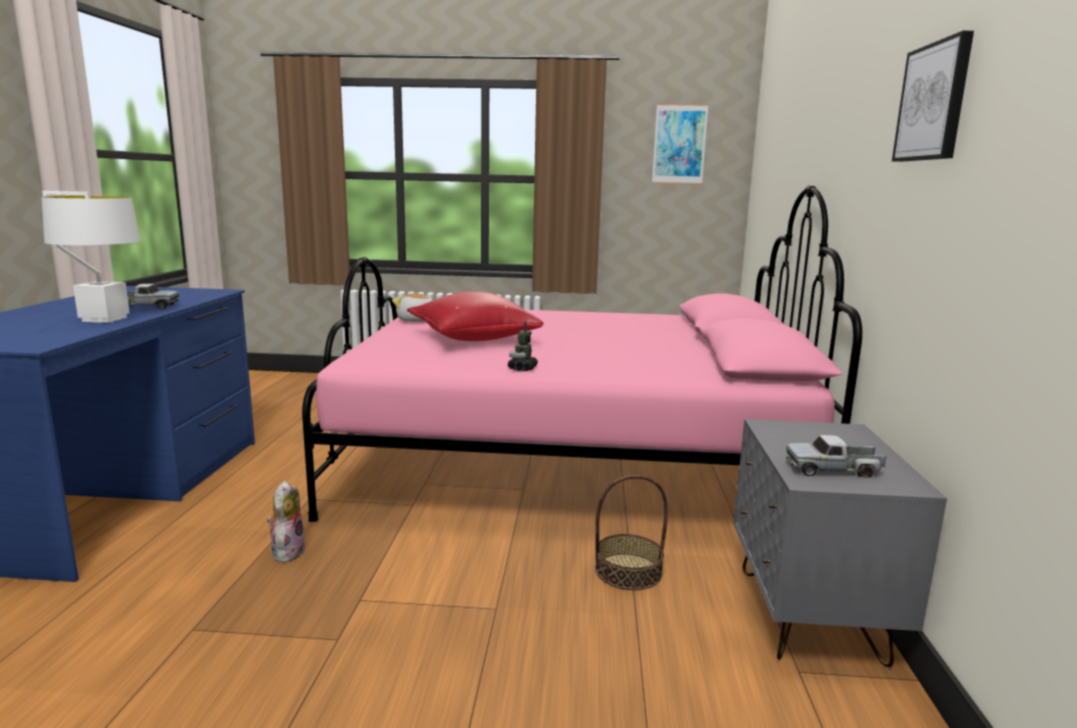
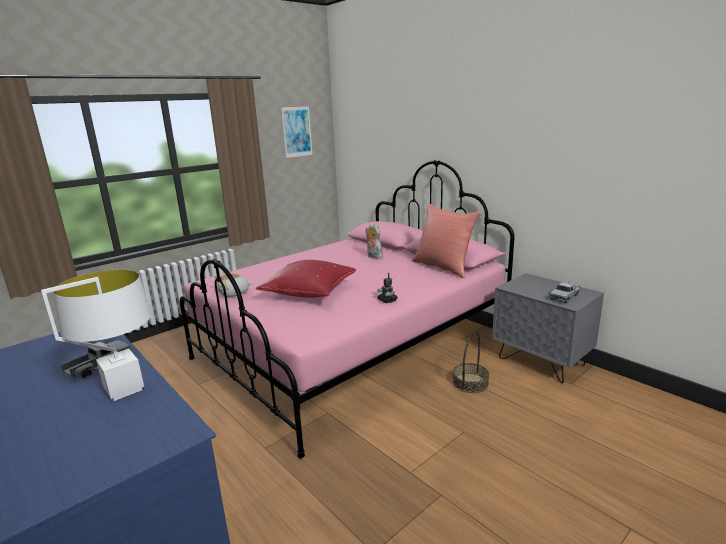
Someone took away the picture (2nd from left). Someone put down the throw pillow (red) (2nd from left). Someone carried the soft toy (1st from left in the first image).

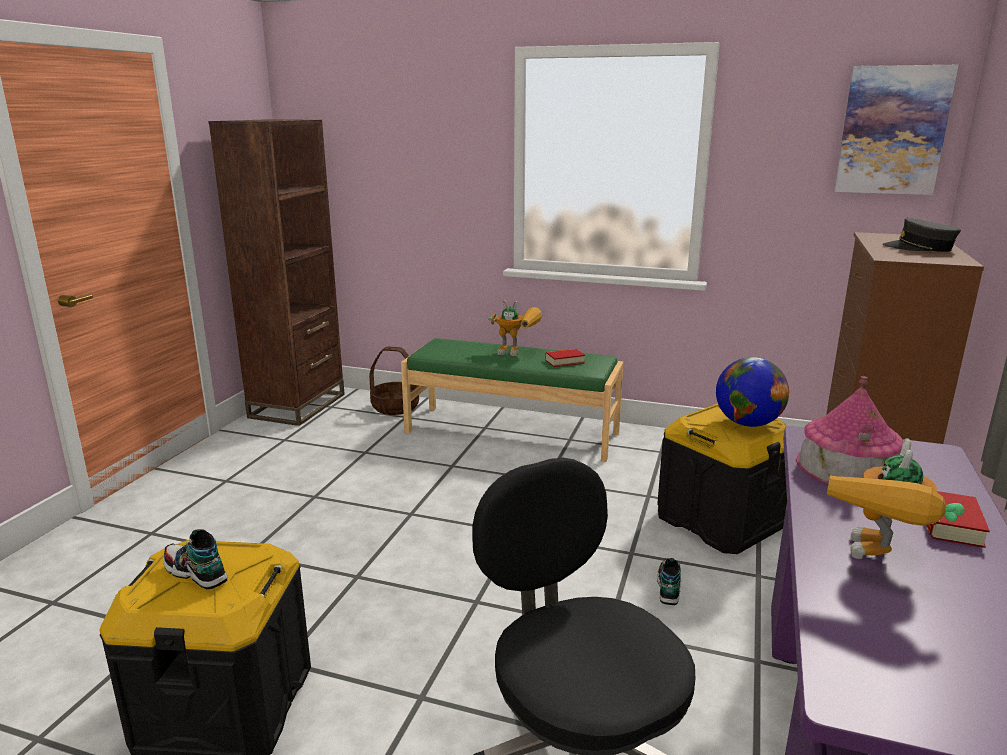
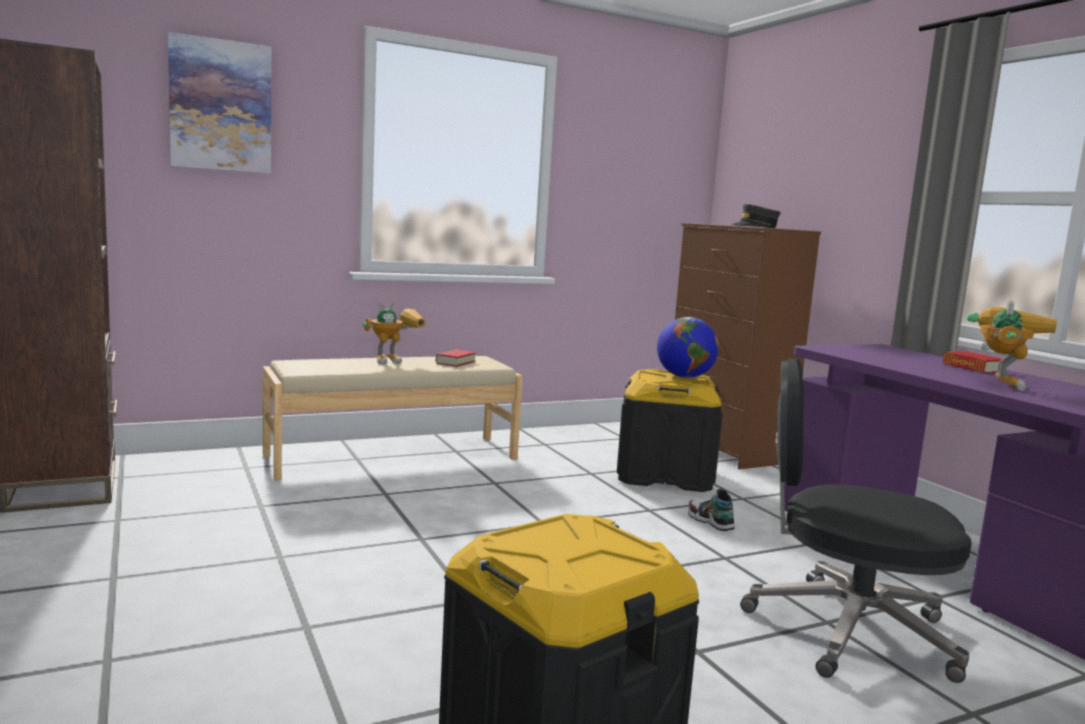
Someone took away the low shoe (1st from left). Someone took away the storage basket. Someone took away the miniature house. Someone carried the picture. Someone repainted the indoor bench (green), which became the indoor bench (beige-coloured). Someone rotated the robot figure (2nd from left) by 135 degrees counterclockwise.

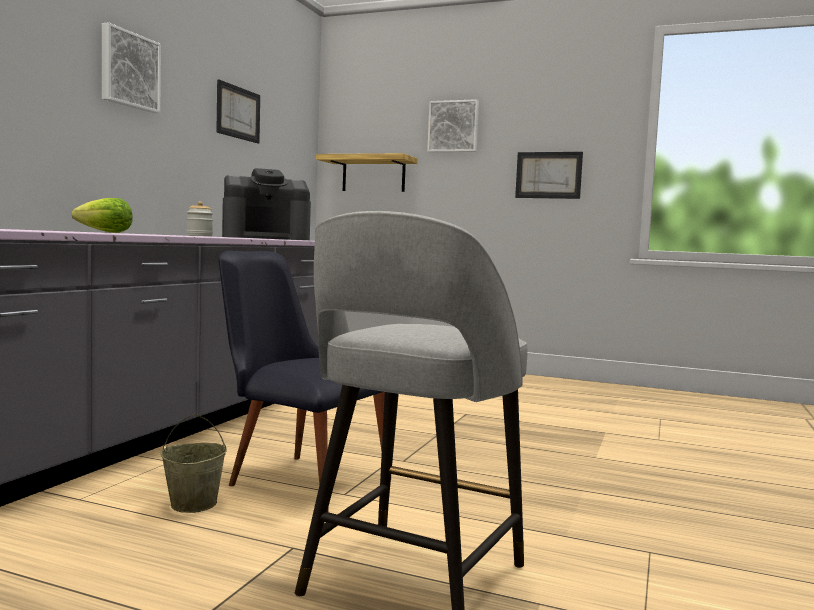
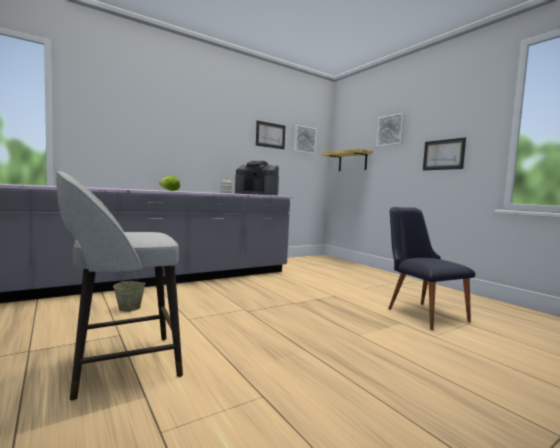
Someone carried the picture (1st from left in the first image). Someone carried the upright chair (black-coloured).

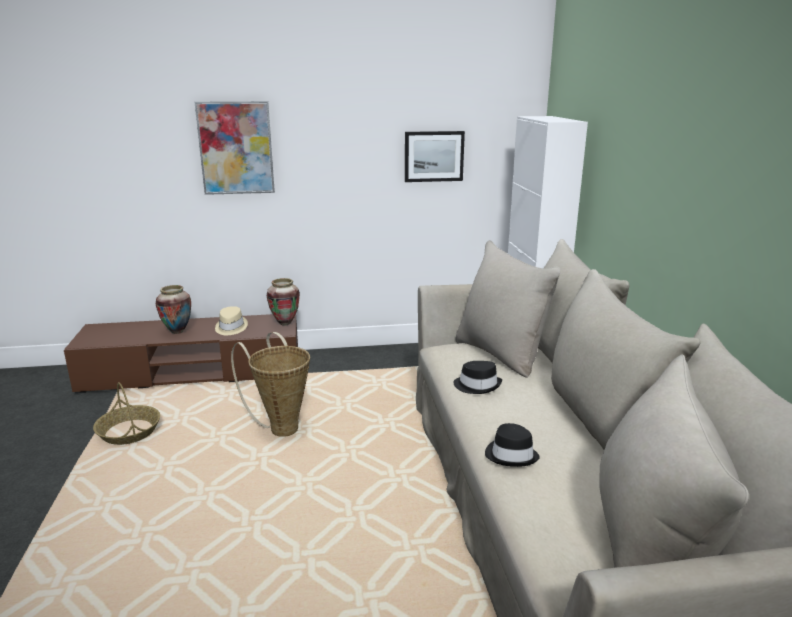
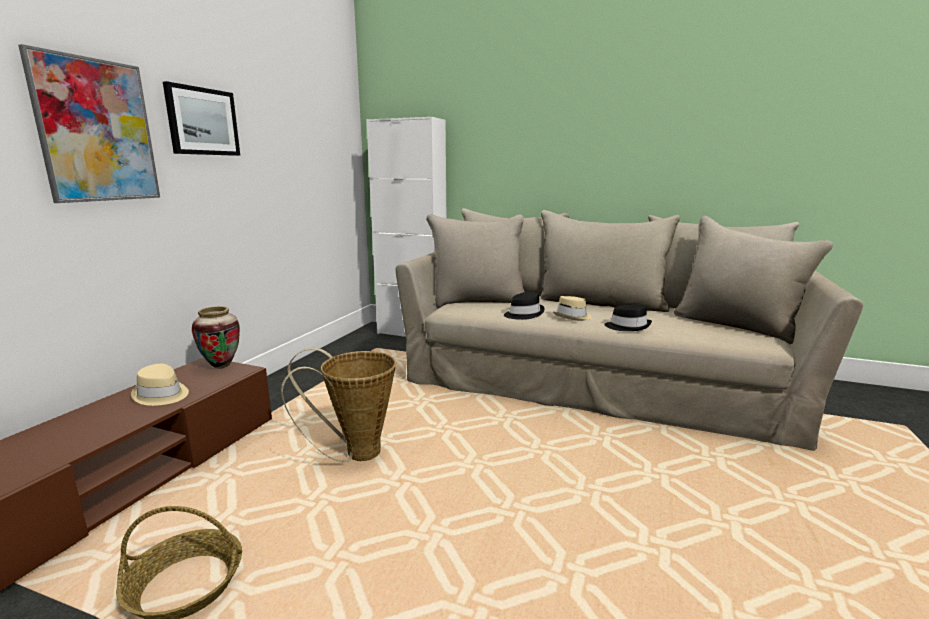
Someone took away the flower vase (1st from left). Someone put down the hat (beige-coloured) (2nd from left). Someone carried the picture (2nd from left).

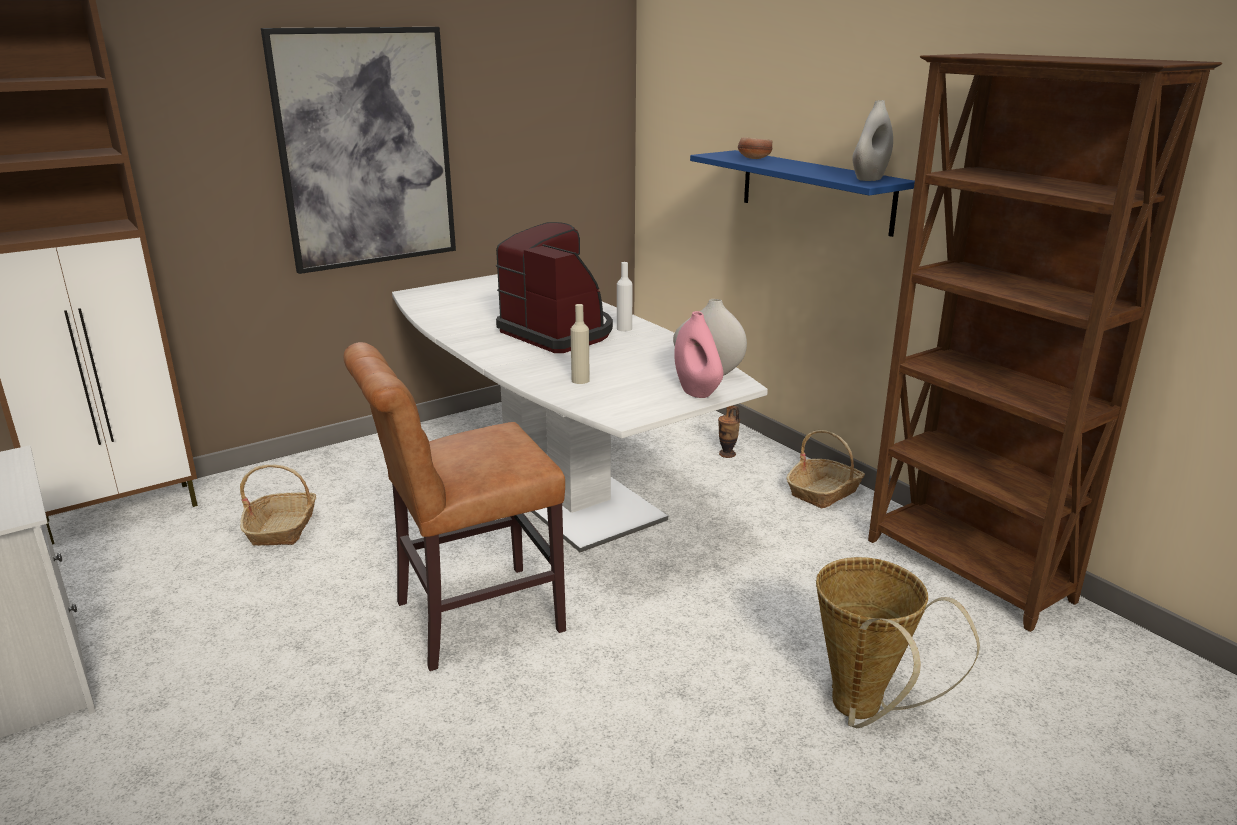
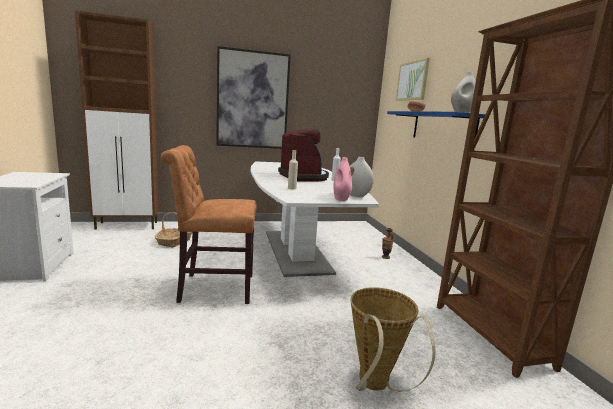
Someone took away the storage basket (2nd from left). Someone put up the picture (2nd from left).

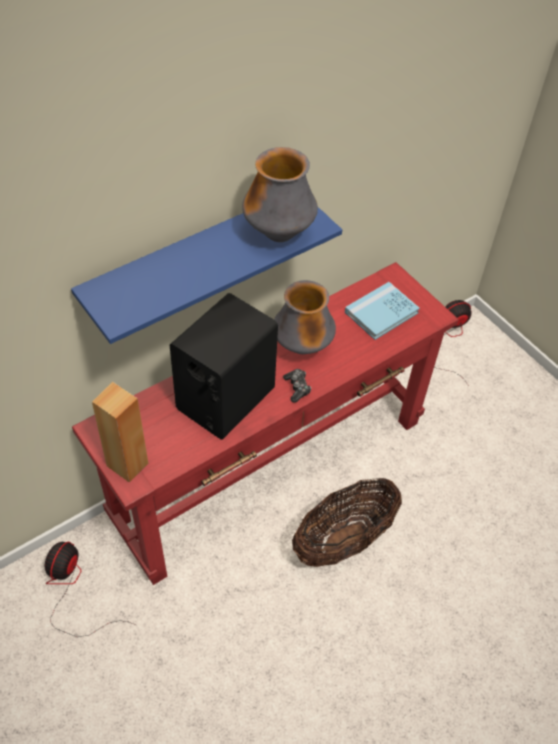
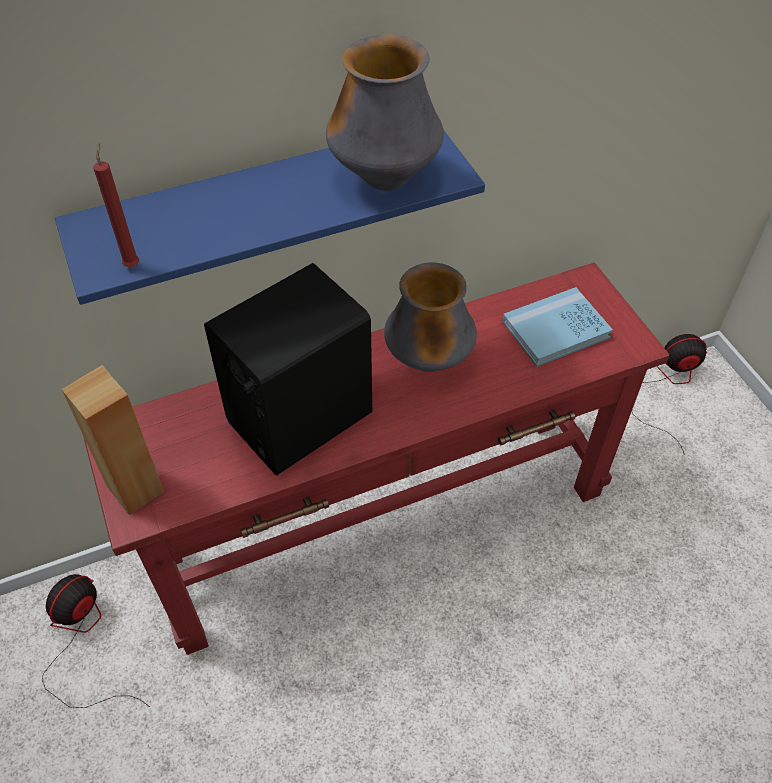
Someone took away the gamepad. Someone took away the storage basket. Someone put down the wax light (red).

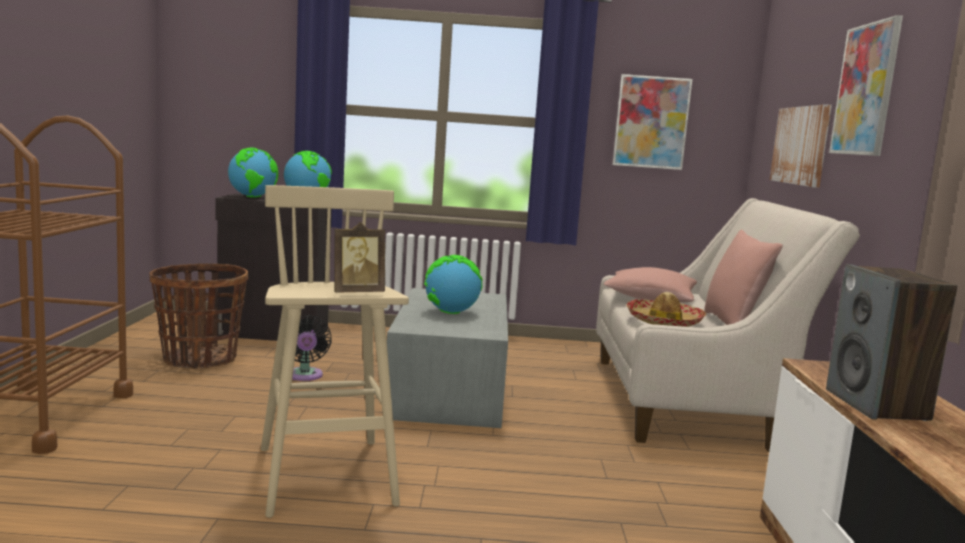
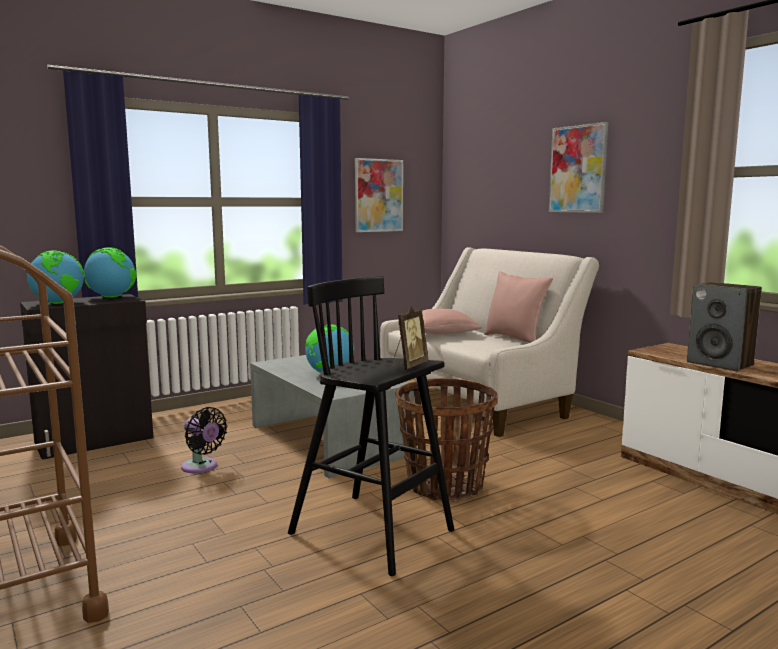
Someone took away the hat. Someone took away the picture (2nd from left). Someone carried the storage basket. Someone repainted the stool seat (beige-coloured), which became the stool seat (black-coloured).

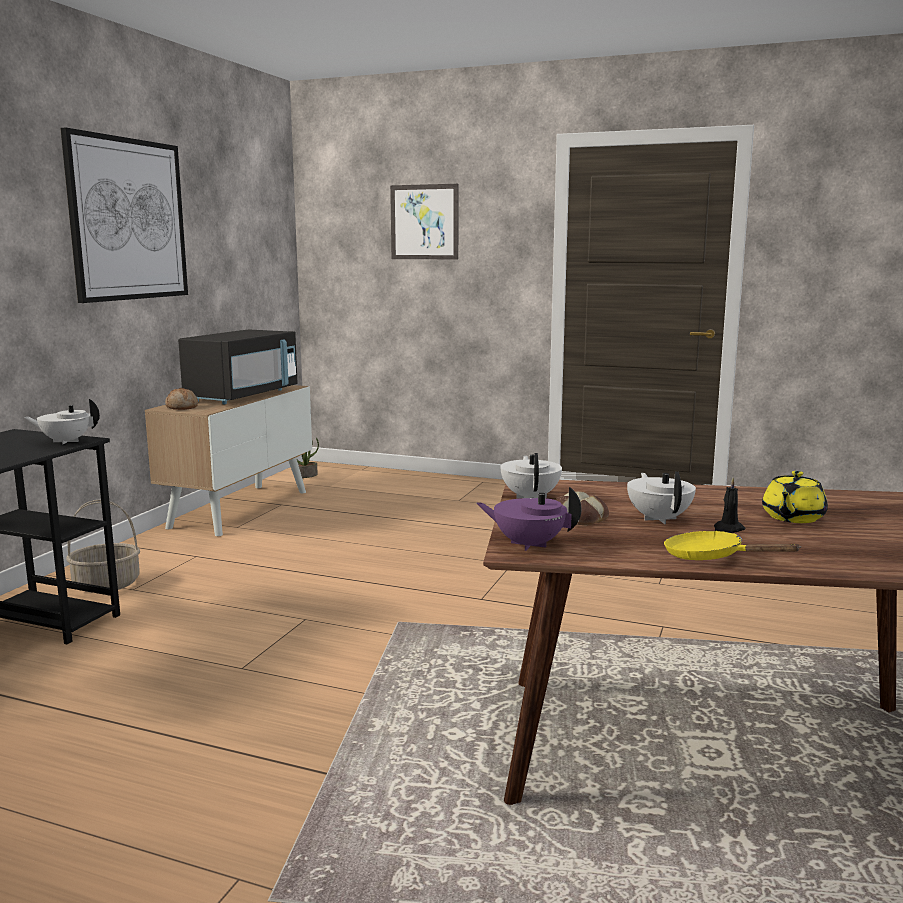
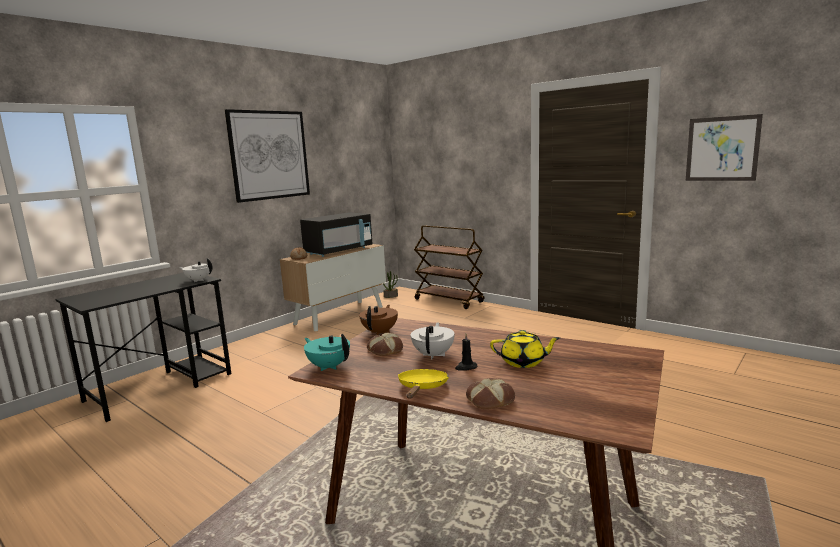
Someone took away the storage basket. Someone put down the cart (brownish). Someone put down the bread (3rd from left). Someone carried the picture (2nd from left). Someone repainted the teapot (purplish), which became the teapot (turquoise-coloured). Someone repainted the teapot (whitish) (2nd from left), which became the teapot (brownish). Someone rotated the pan (yellow) by 45 degrees clockwise. Someone rotated the teapot (yellow) by 135 degrees counterclockwise.

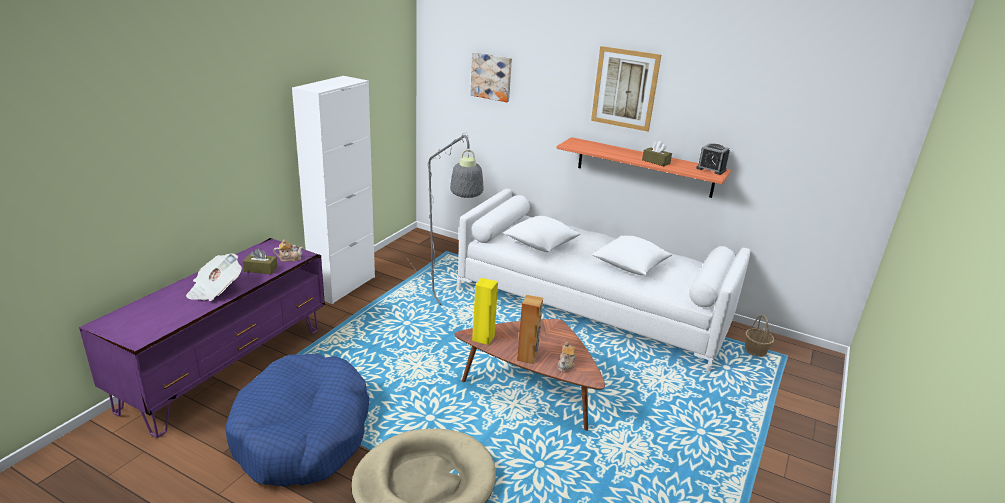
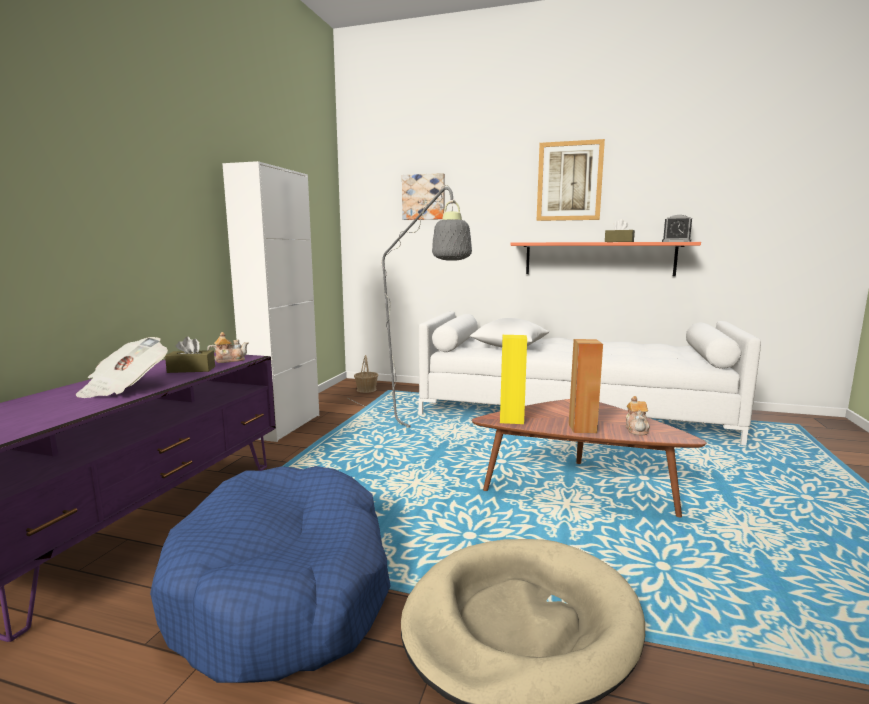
Someone took away the throw pillow (whitish) (2nd from left). Someone carried the storage basket.

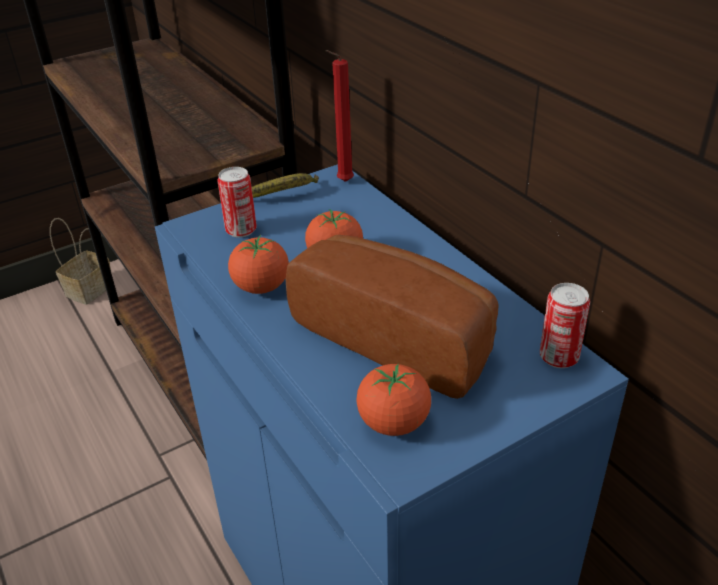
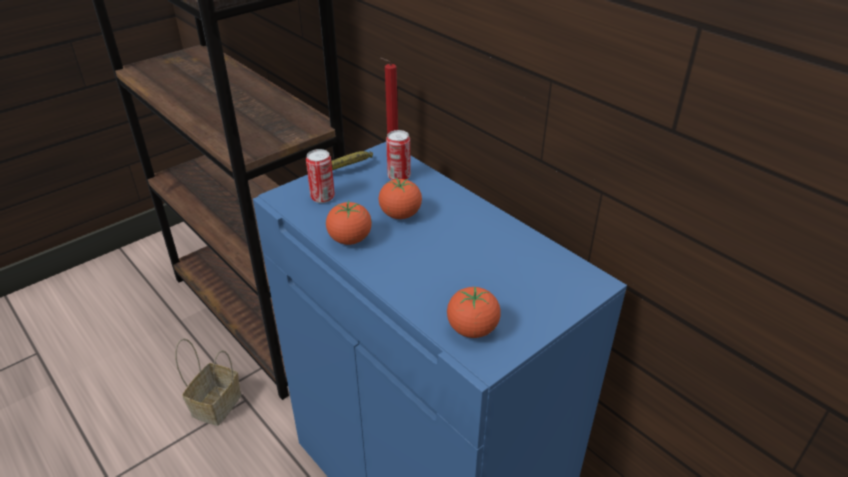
Someone took away the bread. Someone carried the storage basket. Someone carried the sealed can (2nd from left).

